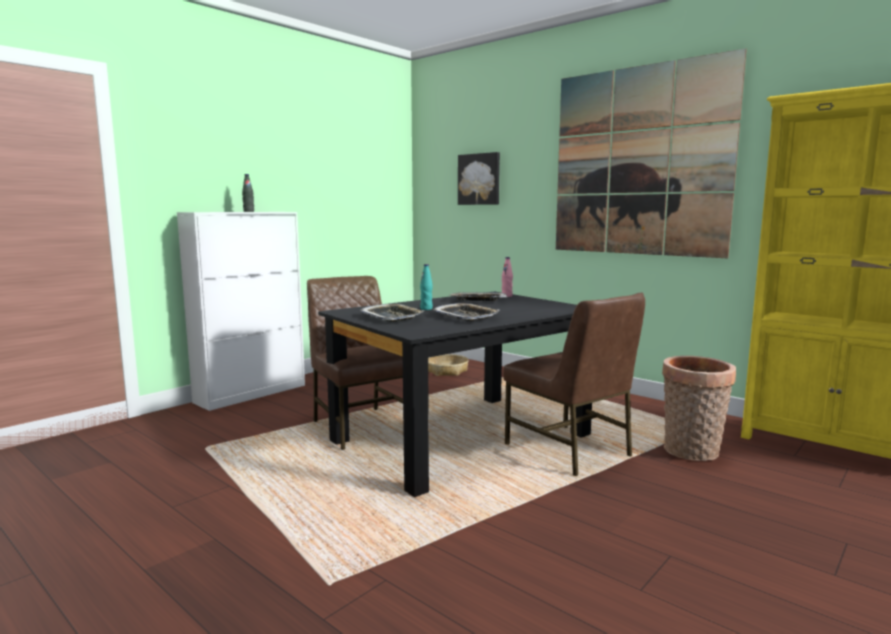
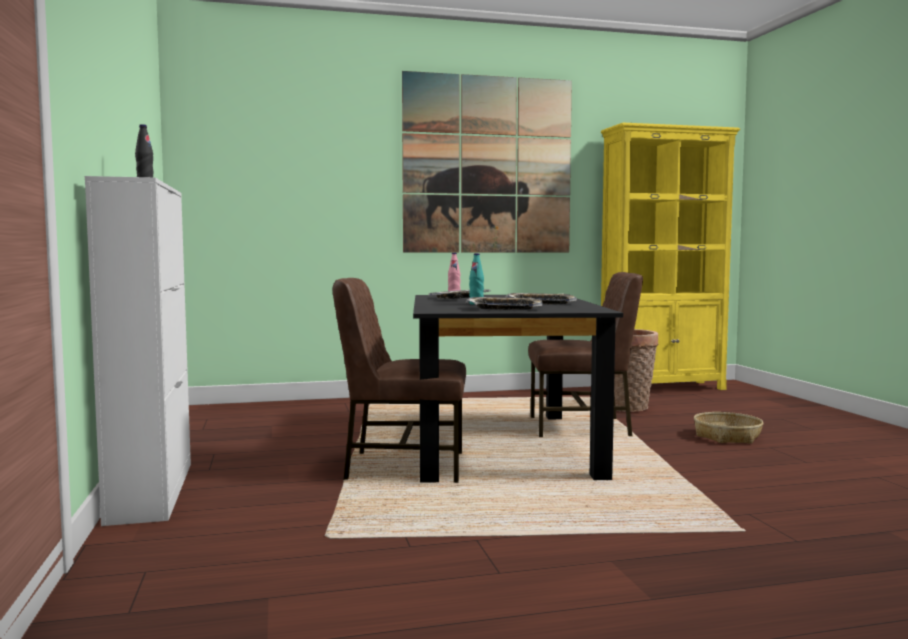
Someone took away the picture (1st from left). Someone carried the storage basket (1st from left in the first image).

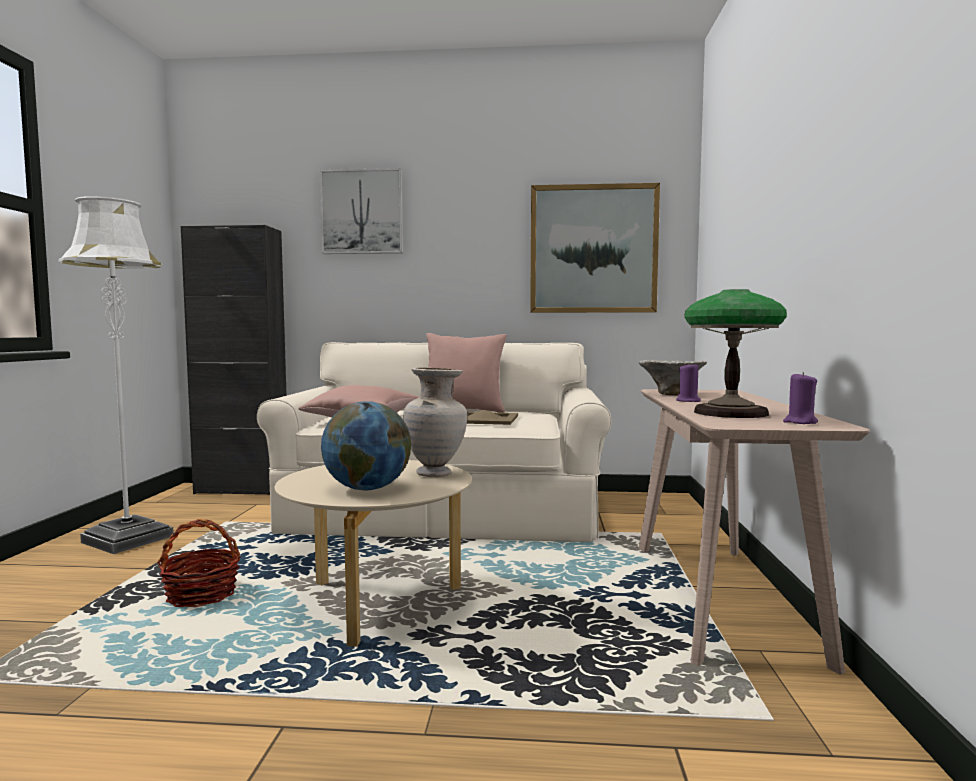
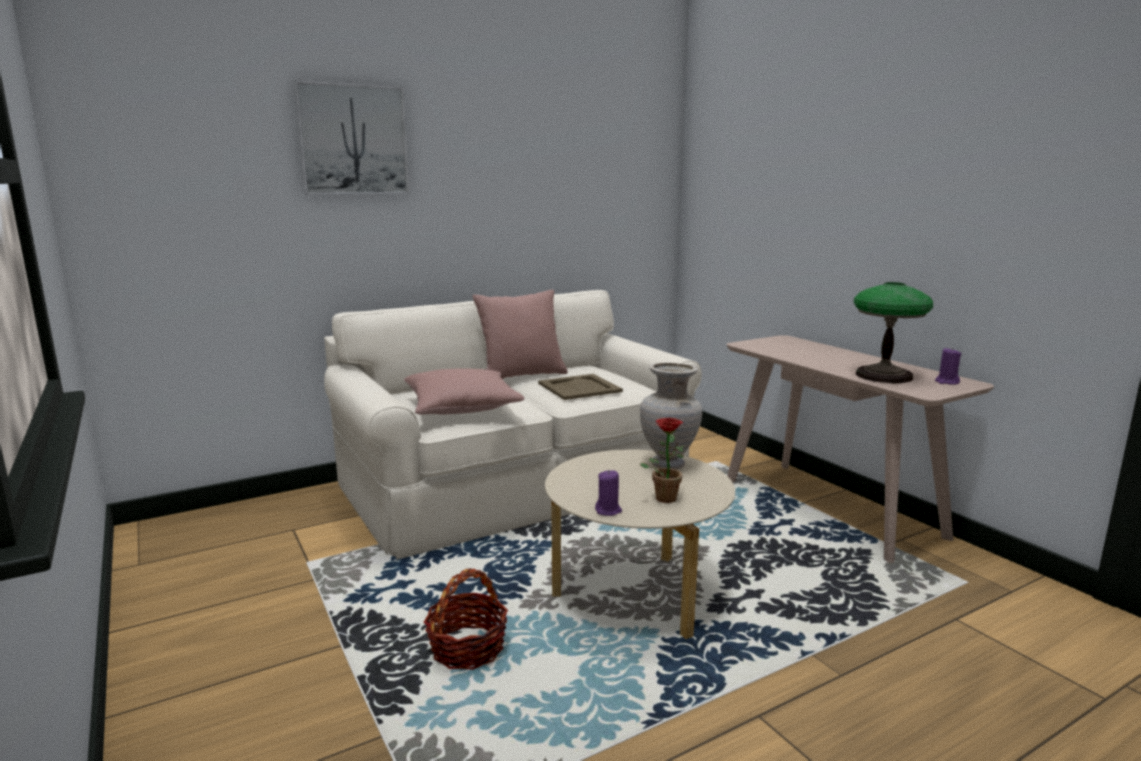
Someone took away the floor lamp (whitish). Someone took away the cabinet (black-coloured). Someone took away the picture (2nd from left). Someone took away the serving bowl. Someone carried the wax light (purplish) (1st from left). Someone swapped the globe for the potted plant.

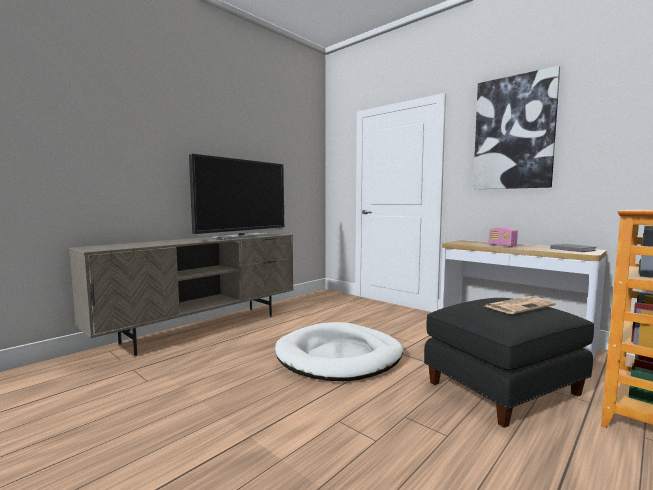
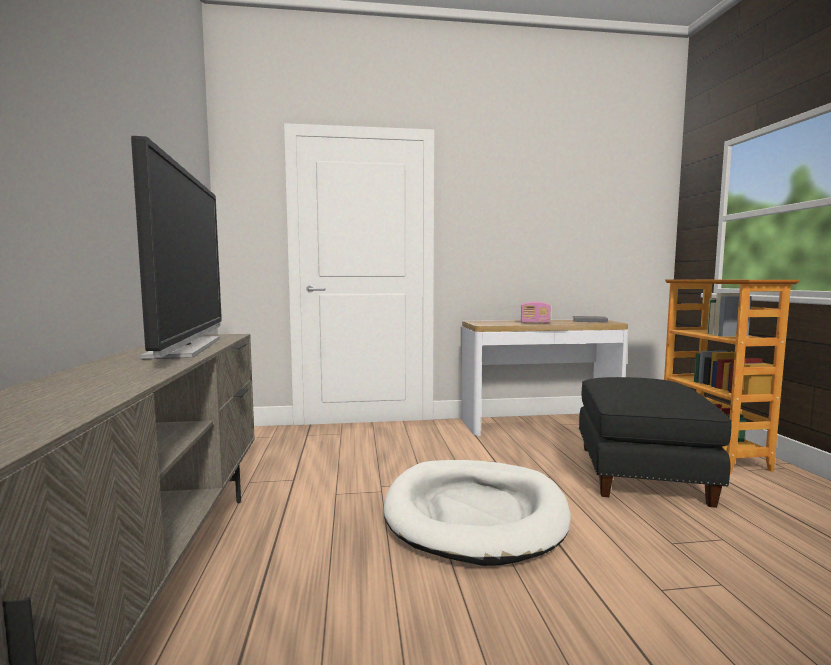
Someone took away the picture. Someone took away the daily paper.

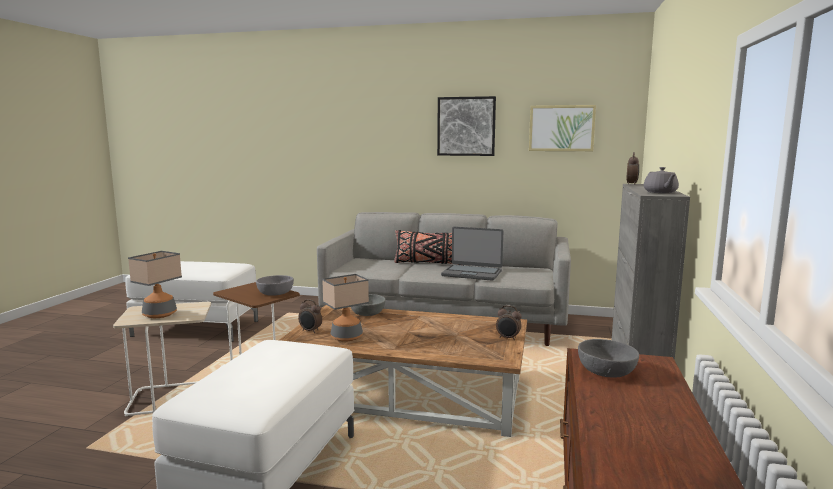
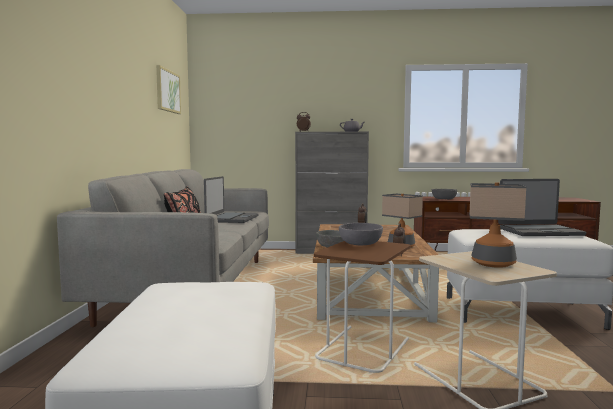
Someone took away the picture (1st from left). Someone put down the portable computer (2nd from left).

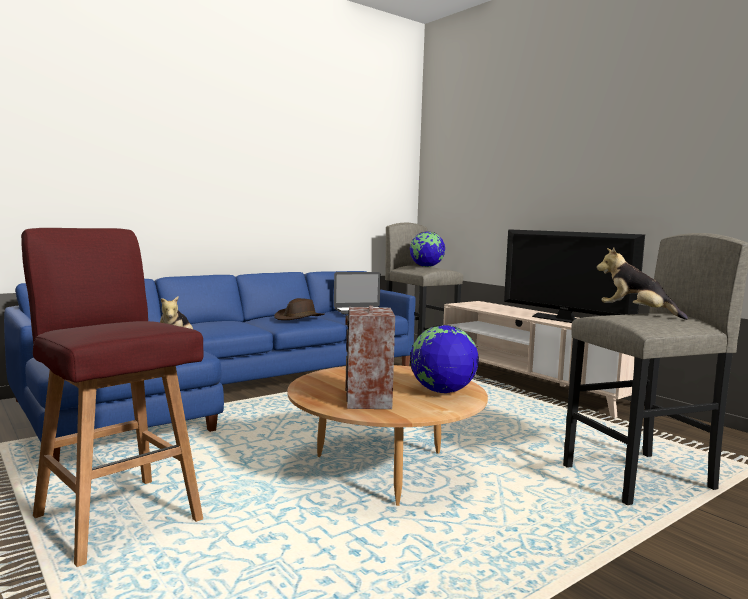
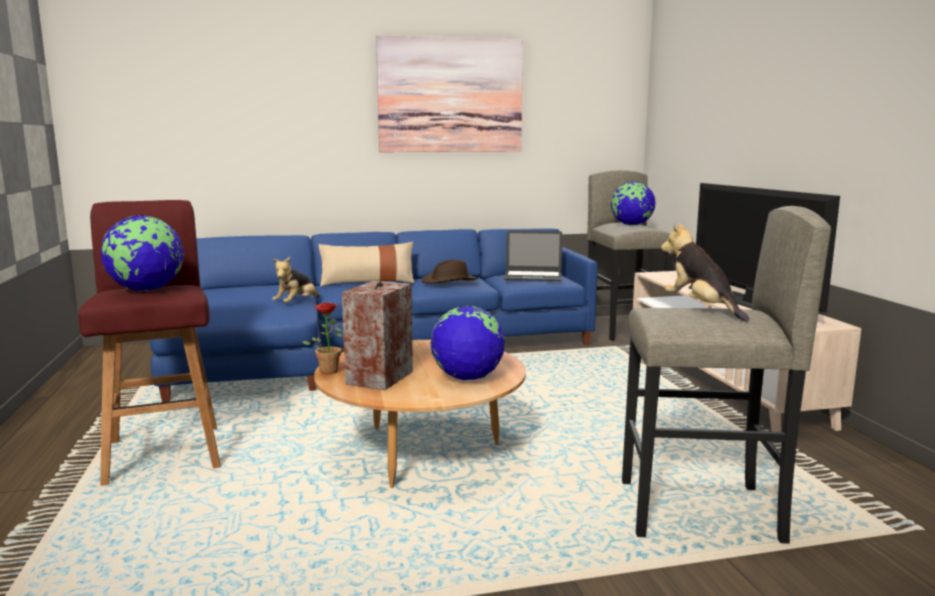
Someone put down the globe (1st from left). Someone put down the potted plant. Someone put down the throw pillow (beige-coloured). Someone put up the picture.

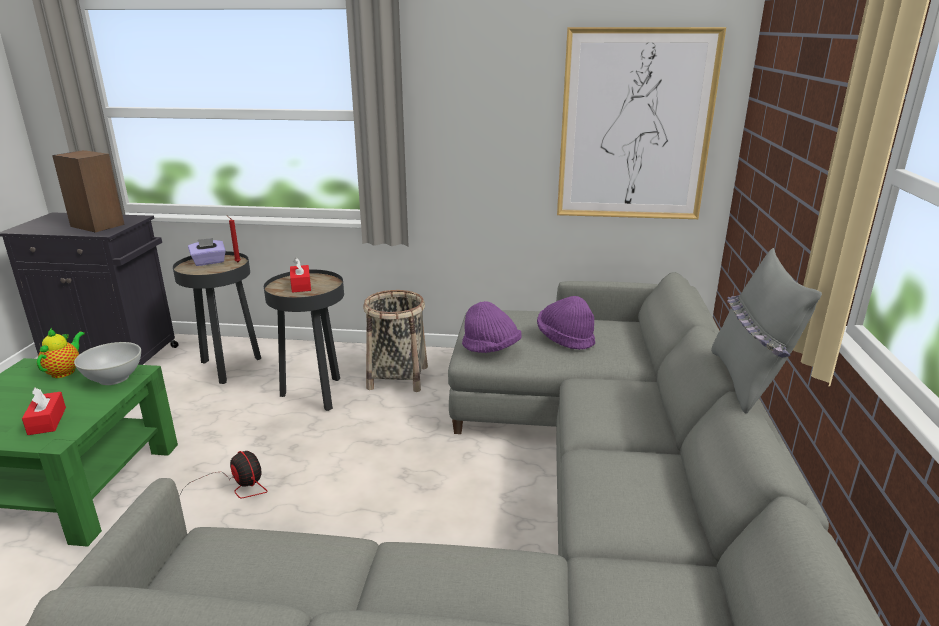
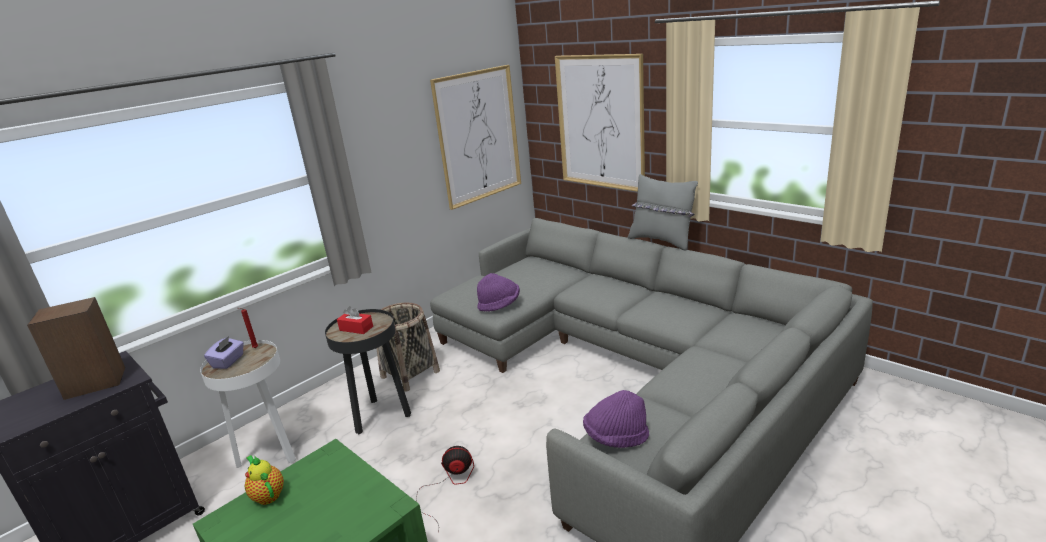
Someone took away the tissue box (red) (1st from left). Someone took away the serving bowl (whitish). Someone put up the picture (2nd from left). Someone carried the hat (purplish) (2nd from left). Someone repainted the side table (black-coloured) (1st from left), which became the side table (whitish).

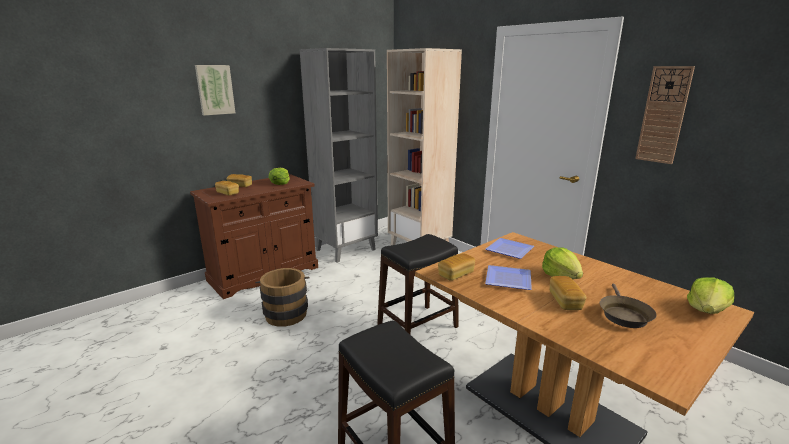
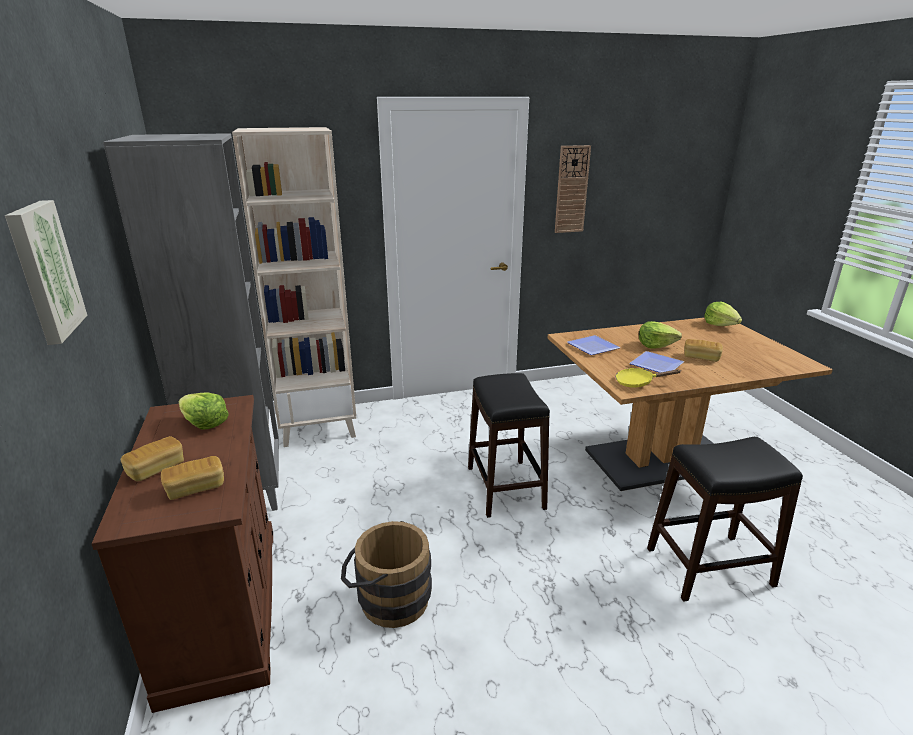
Someone took away the pan (brownish). Someone swapped the bread (3rd from left) for the pan (yellow).

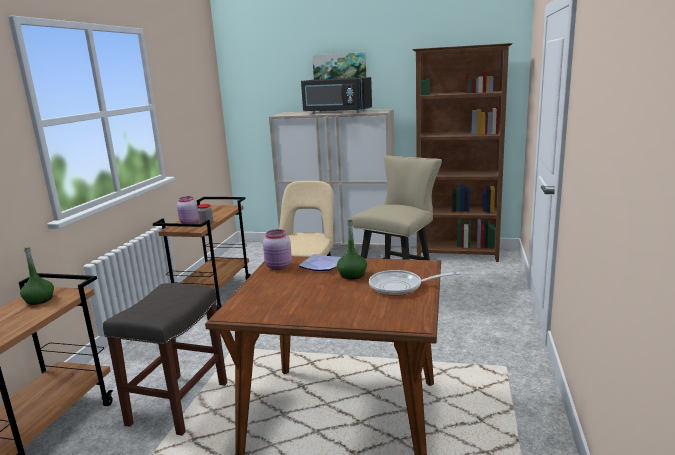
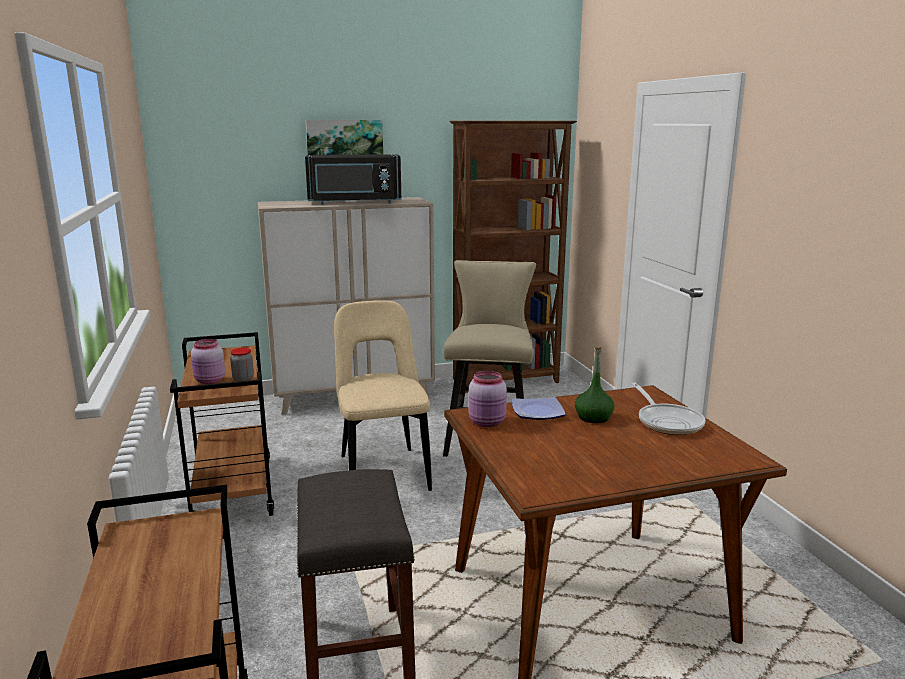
Someone took away the beverage bottle (green) (1st from left). Someone rotated the pan by 75 degrees counterclockwise.

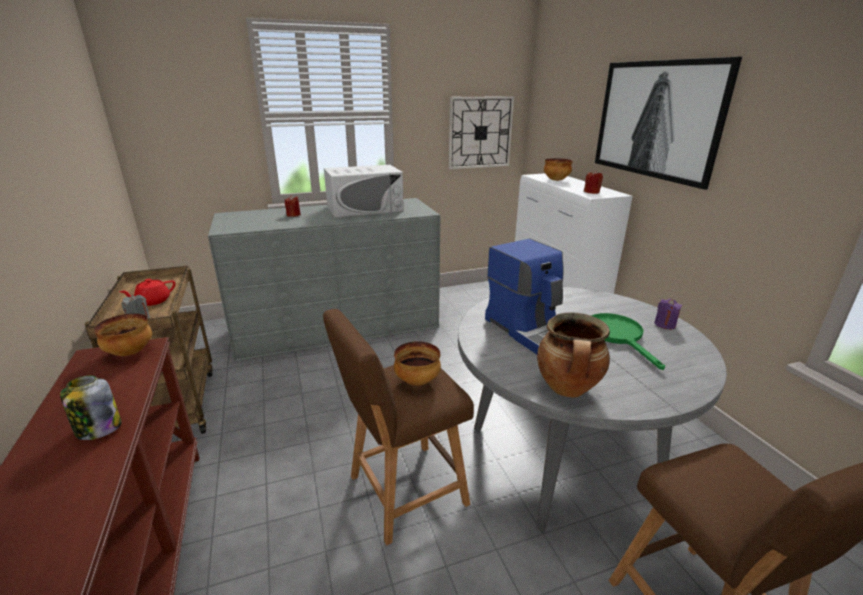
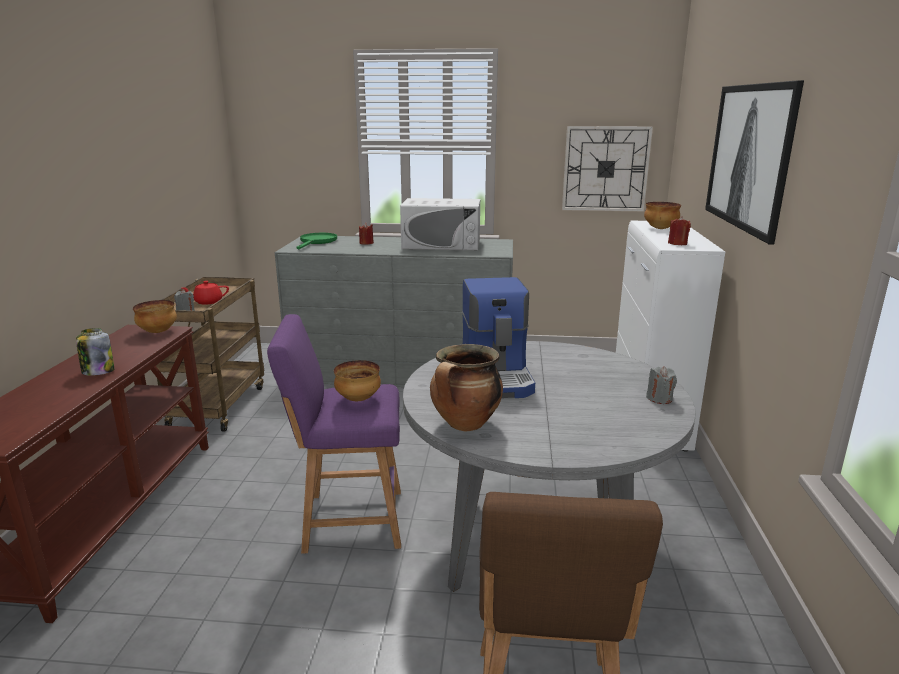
Someone carried the pan (green). Someone repainted the stool seat (brownish) (1st from left), which became the stool seat (purplish). Someone repainted the wax light (purplish), which became the wax light (gray) (2nd from left).

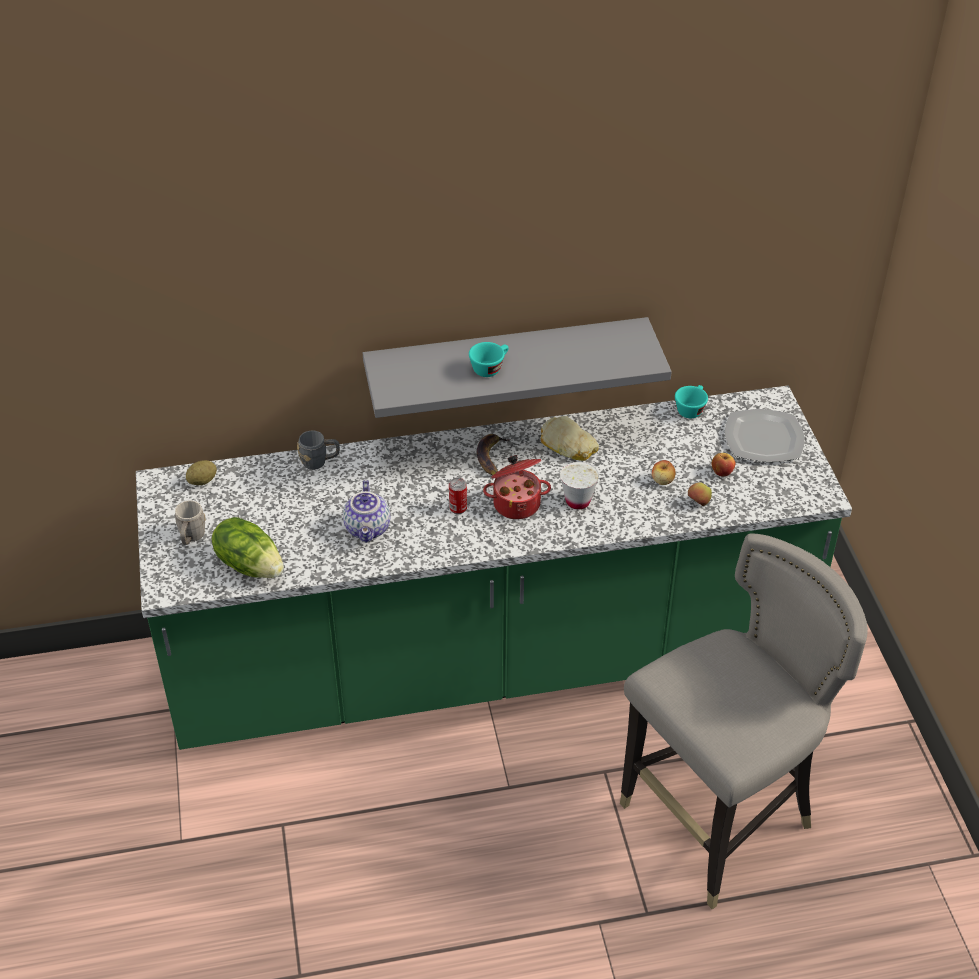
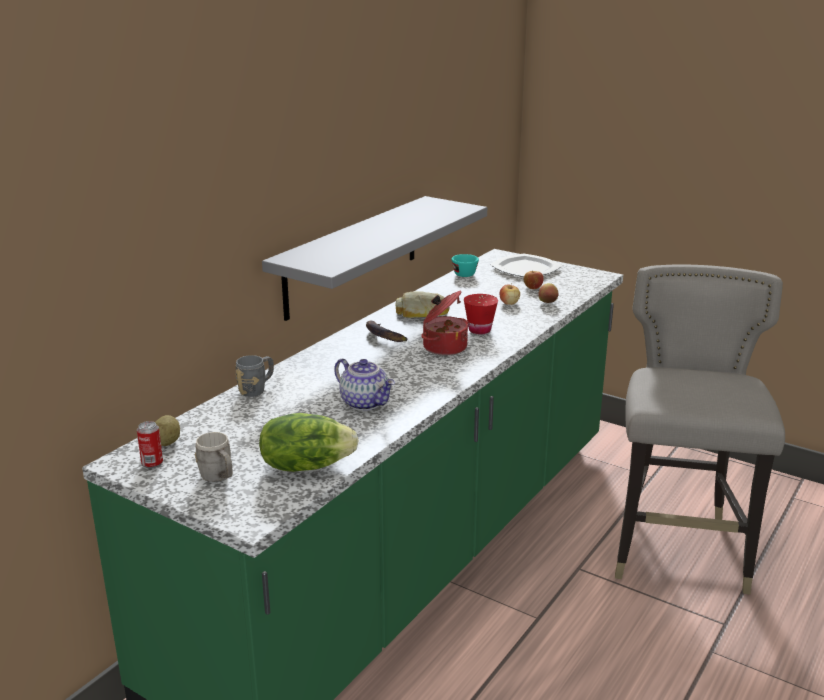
Someone took away the cup (turquoise-coloured) (1st from left). Someone carried the sealed can. Someone repainted the cup (whitish), which became the cup (red).

